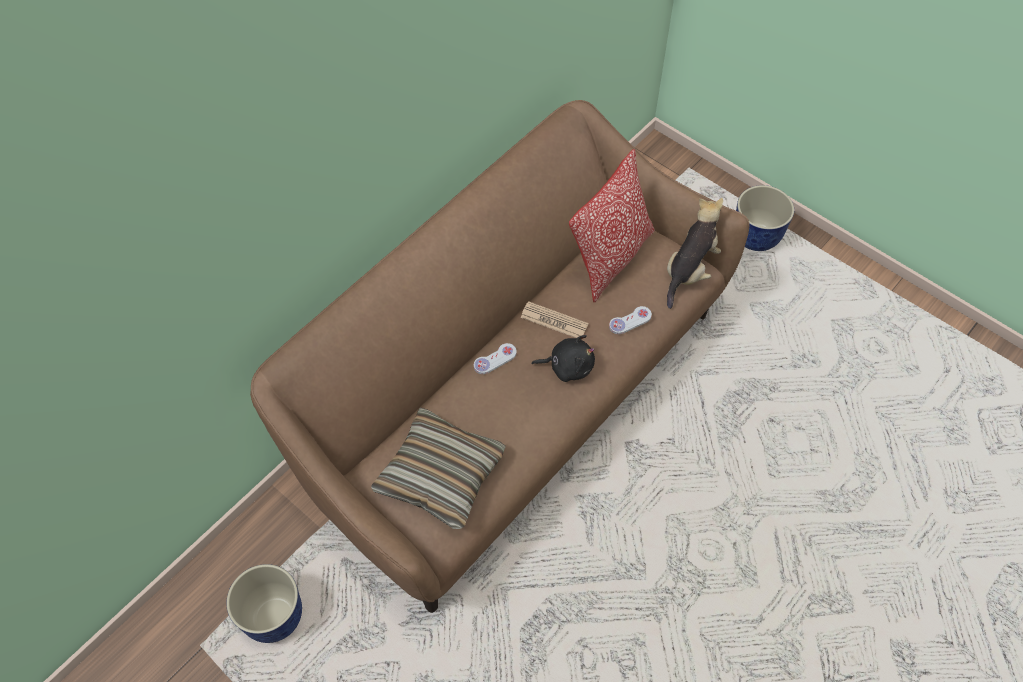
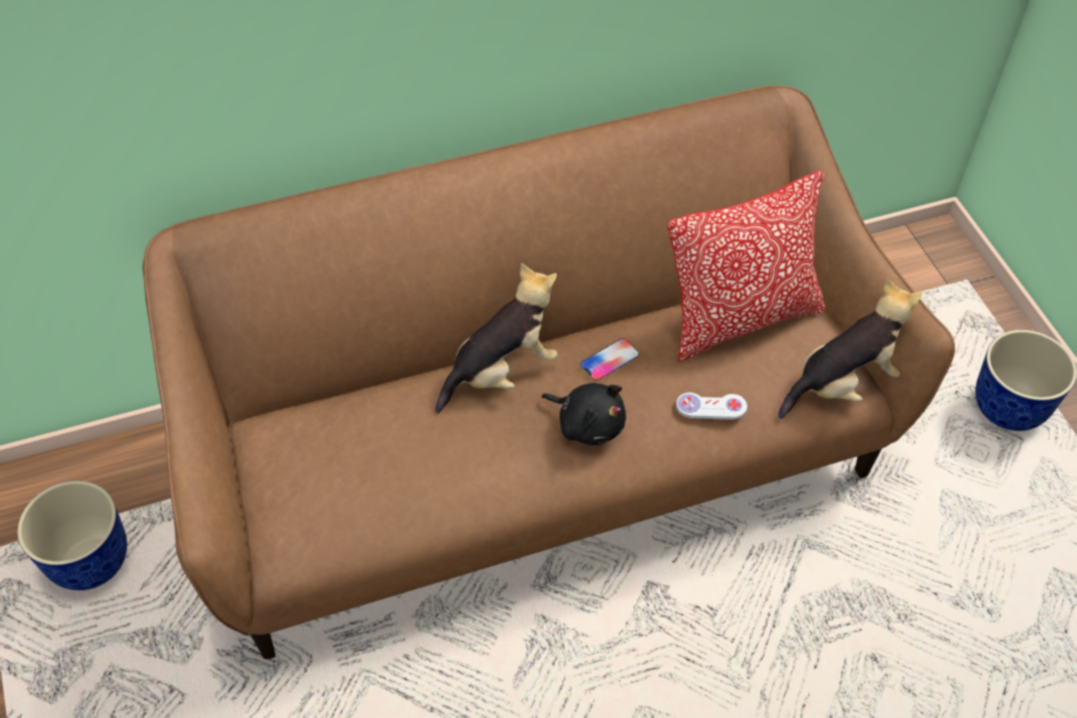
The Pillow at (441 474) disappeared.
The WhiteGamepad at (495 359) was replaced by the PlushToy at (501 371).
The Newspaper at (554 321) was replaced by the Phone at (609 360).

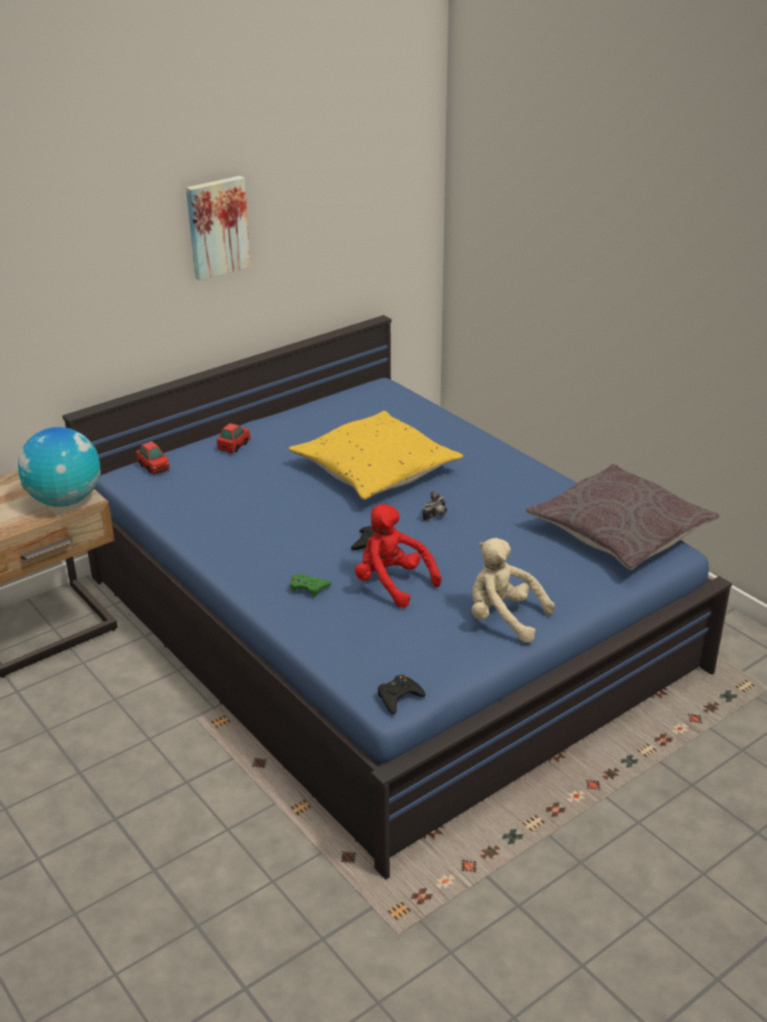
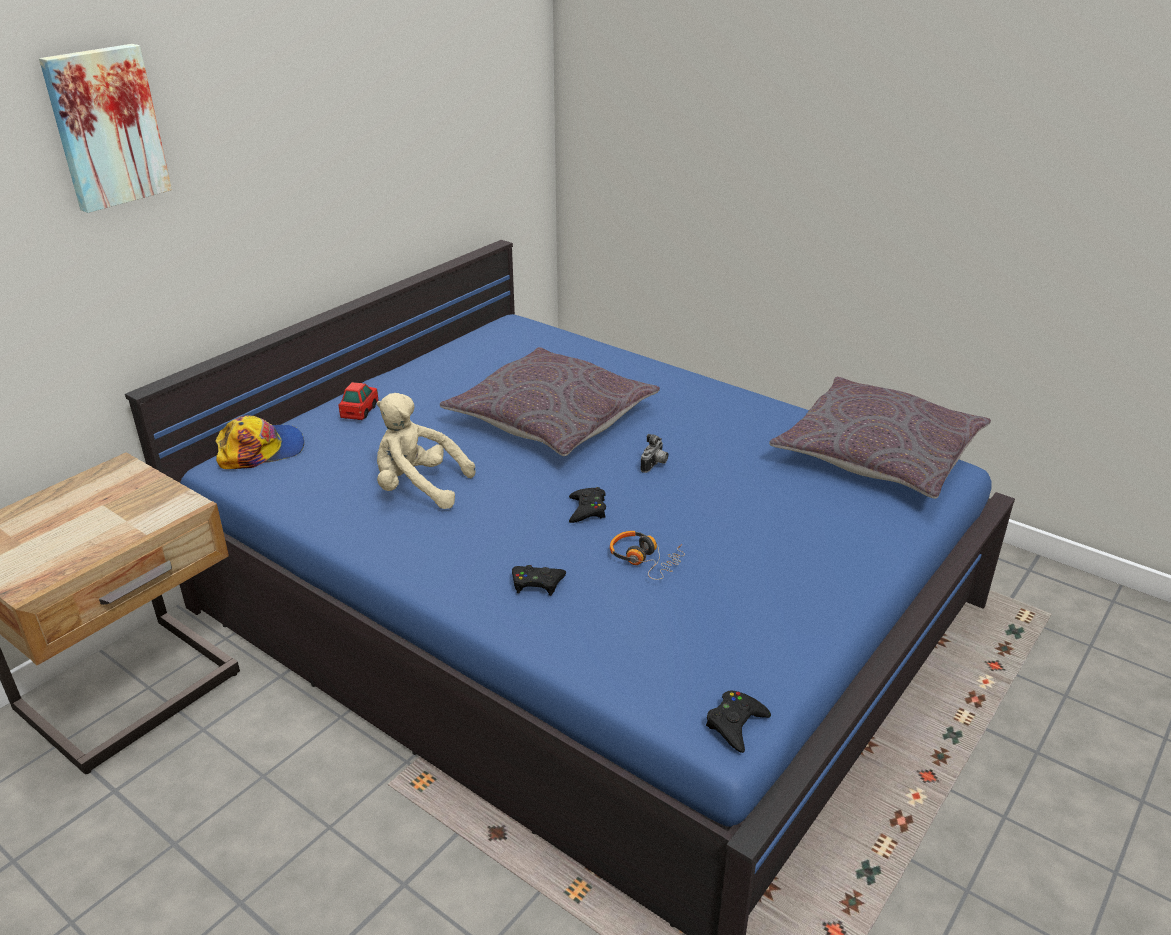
The DeskGlobe at (65 500) disappeared.
The MiniatureCar at (154 467) was replaced by the Cap at (261 450).
The WallPicture moved from (217 227) to (105 127).
The YellowPillow at (375 469) became the GreyPillow at (551 418).
The GreenGamepad at (308 588) became the BlackishGamepad at (537 583).
The RedPlushToy at (392 583) was replaced by the PairOfHeadphones at (645 560).
The SandColouredPlushToy moved from (503 618) to (418 488).

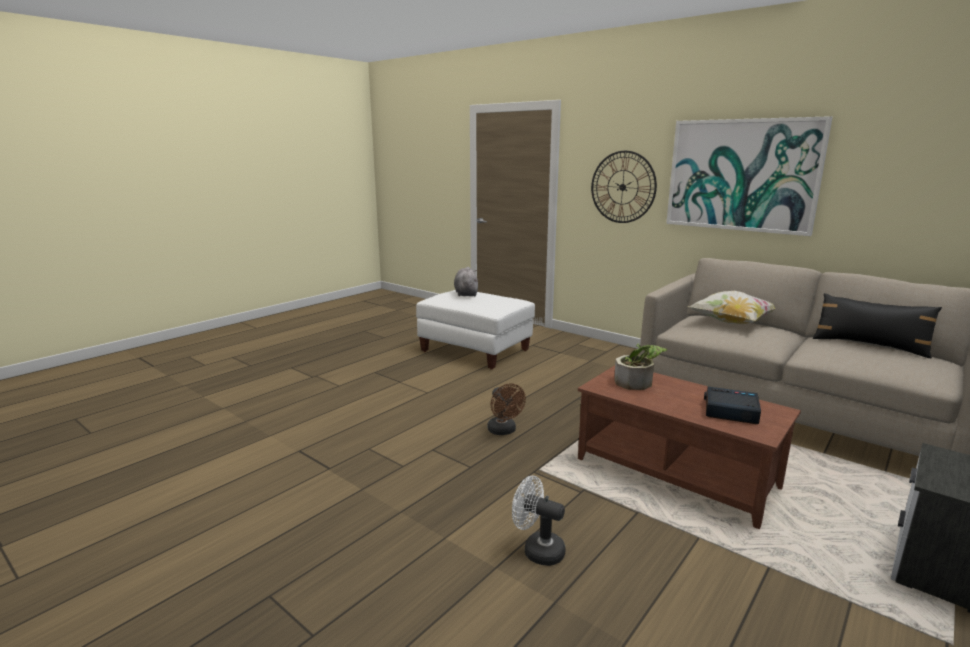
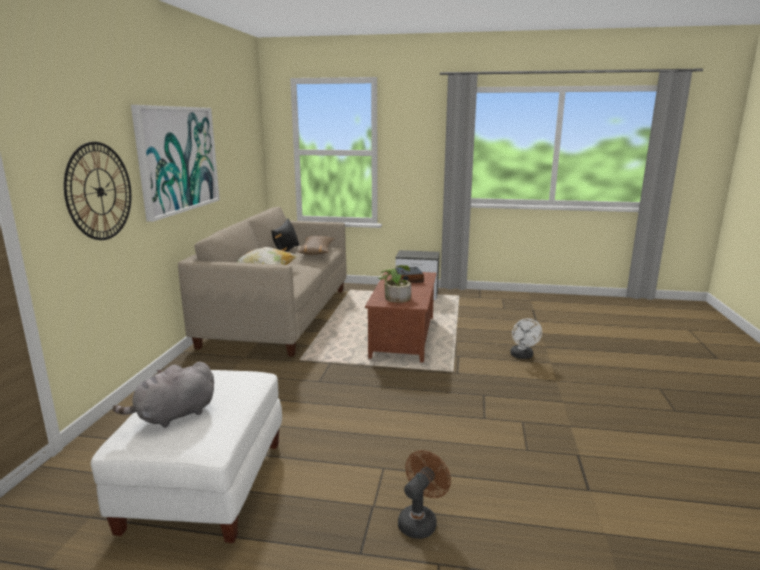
The BrownColouredFan moved from (504 431) to (420 520).
The BrownColouredPillow at (316 251) appeared.

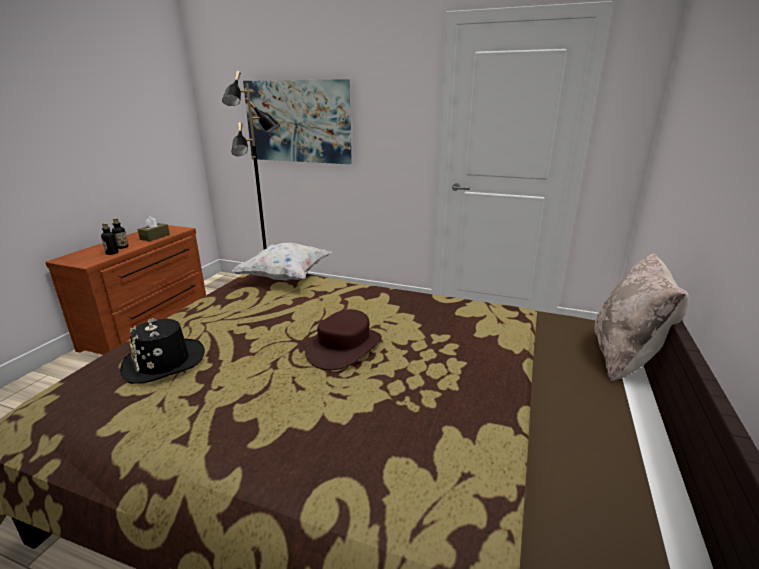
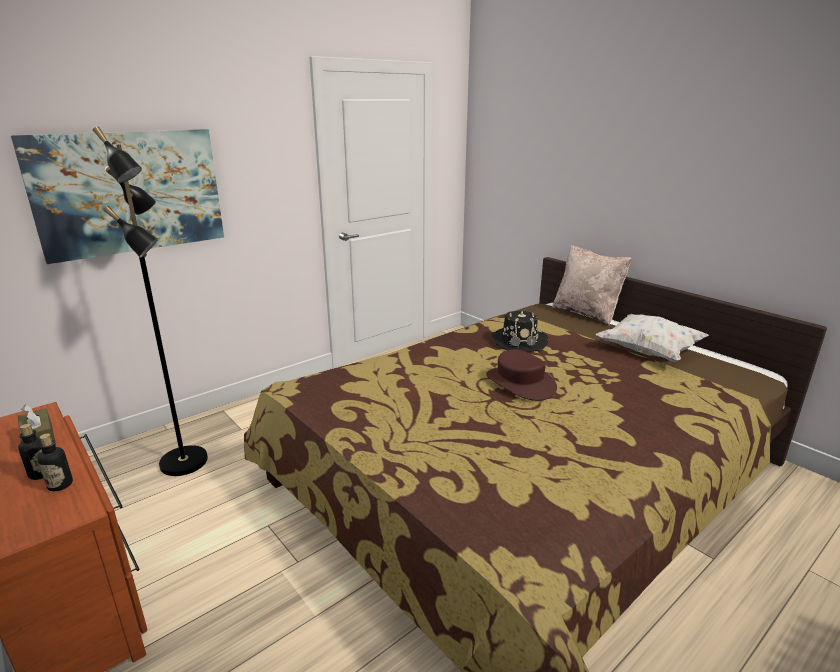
The BlackishHat moved from (164 362) to (519 341).
The WhitePillow moved from (286 277) to (648 352).

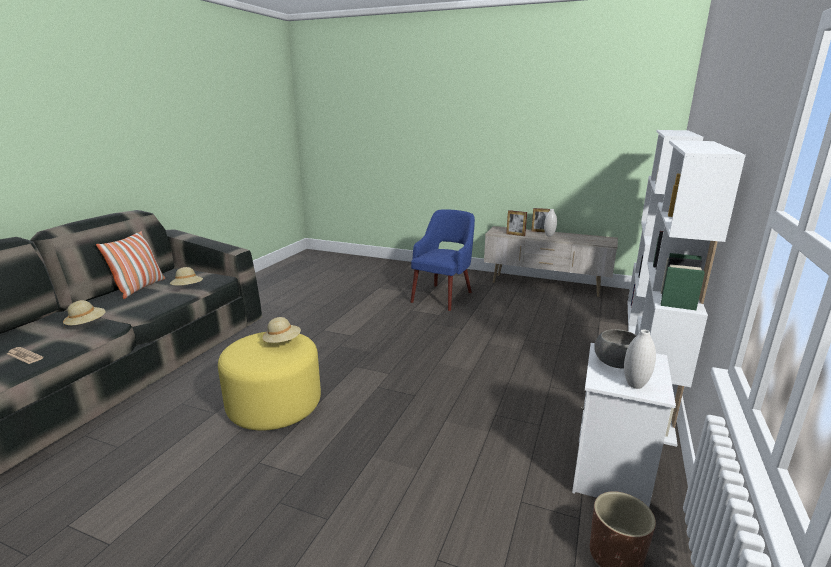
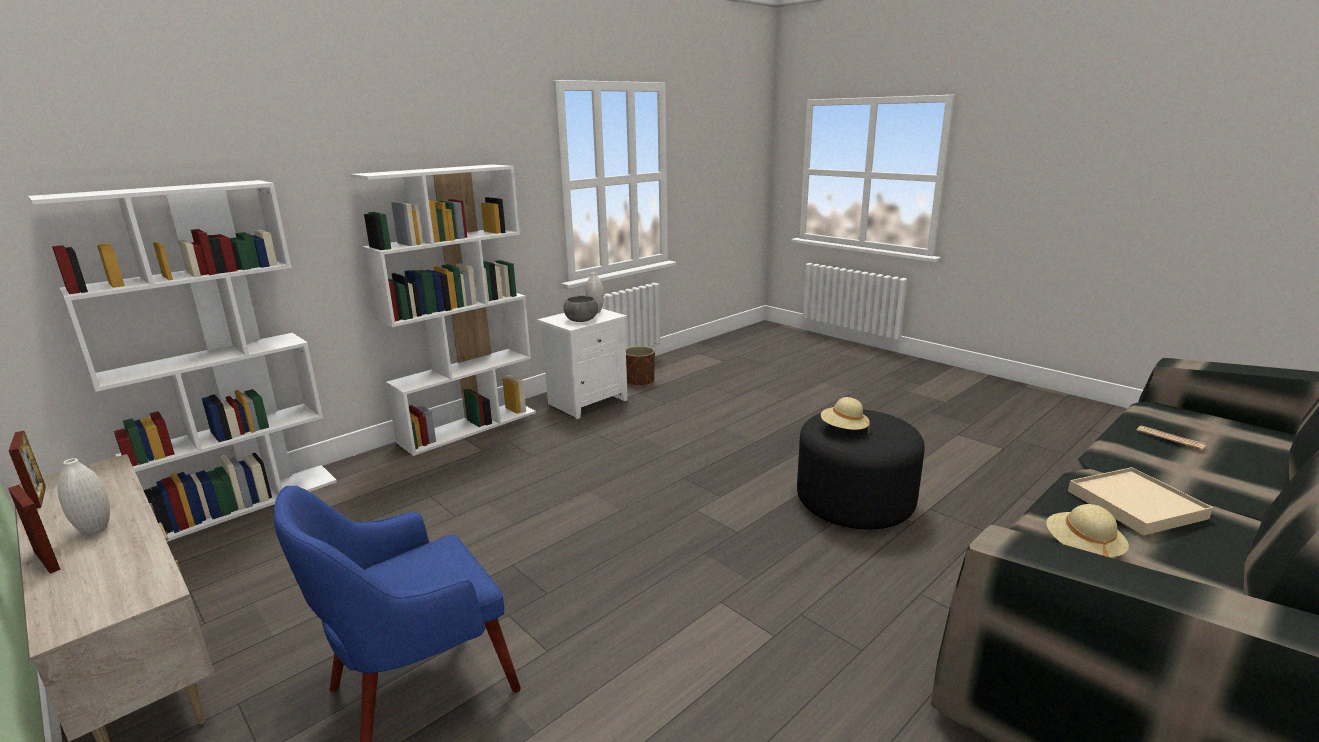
The SandColouredHat at (87 324) disappeared.
The Pillow at (139 288) disappeared.
The YellowOttoman at (274 405) became the BlackishOttoman at (855 502).
The StandingFrame moved from (515 234) to (39 497).
The SandColouredTray at (1135 505) appeared.

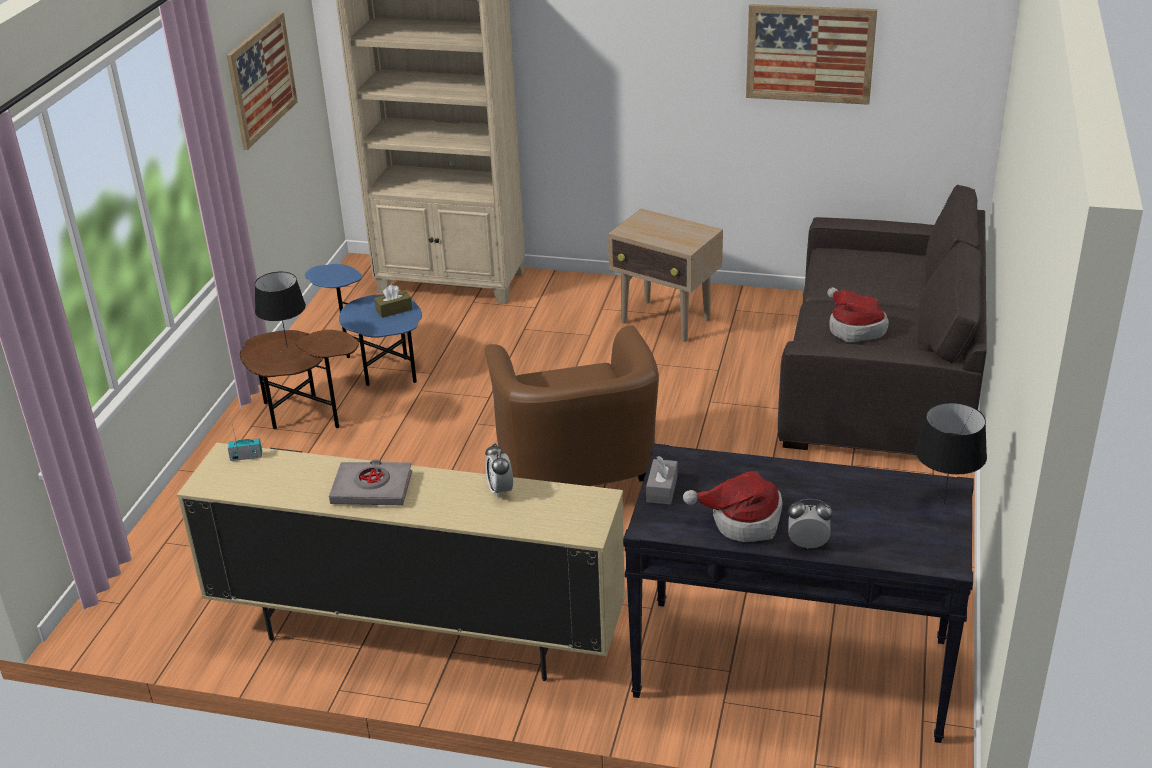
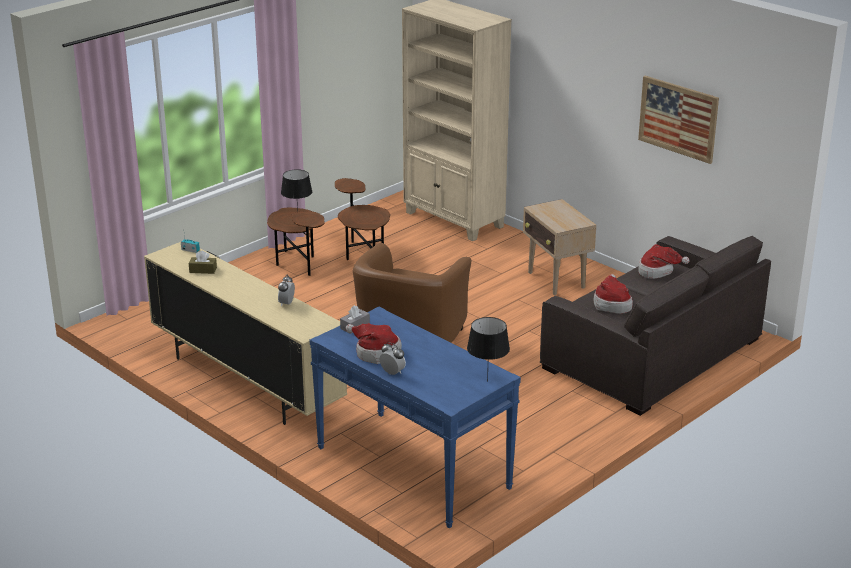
The WallPicture at (262 79) disappeared.
The BlueColouredAccentTable at (376 368) became the BrownColouredAccentTable at (361 252).
The GreyBoundBook at (372 489) disappeared.
The BrownColouredTissueBox moved from (394 310) to (203 270).
The BlackishConsoleTable at (790 668) became the BlueColouredConsoleTable at (412 467).
The Hat at (658 271) appeared.

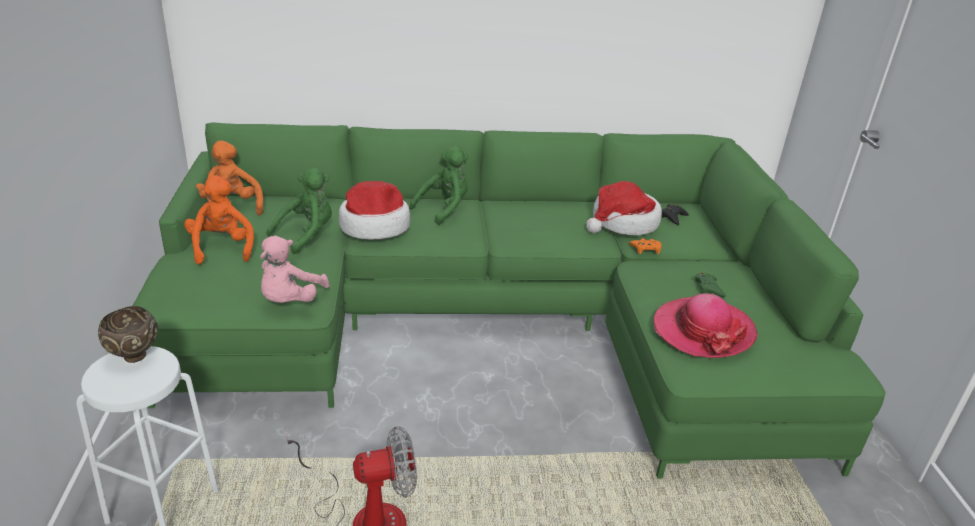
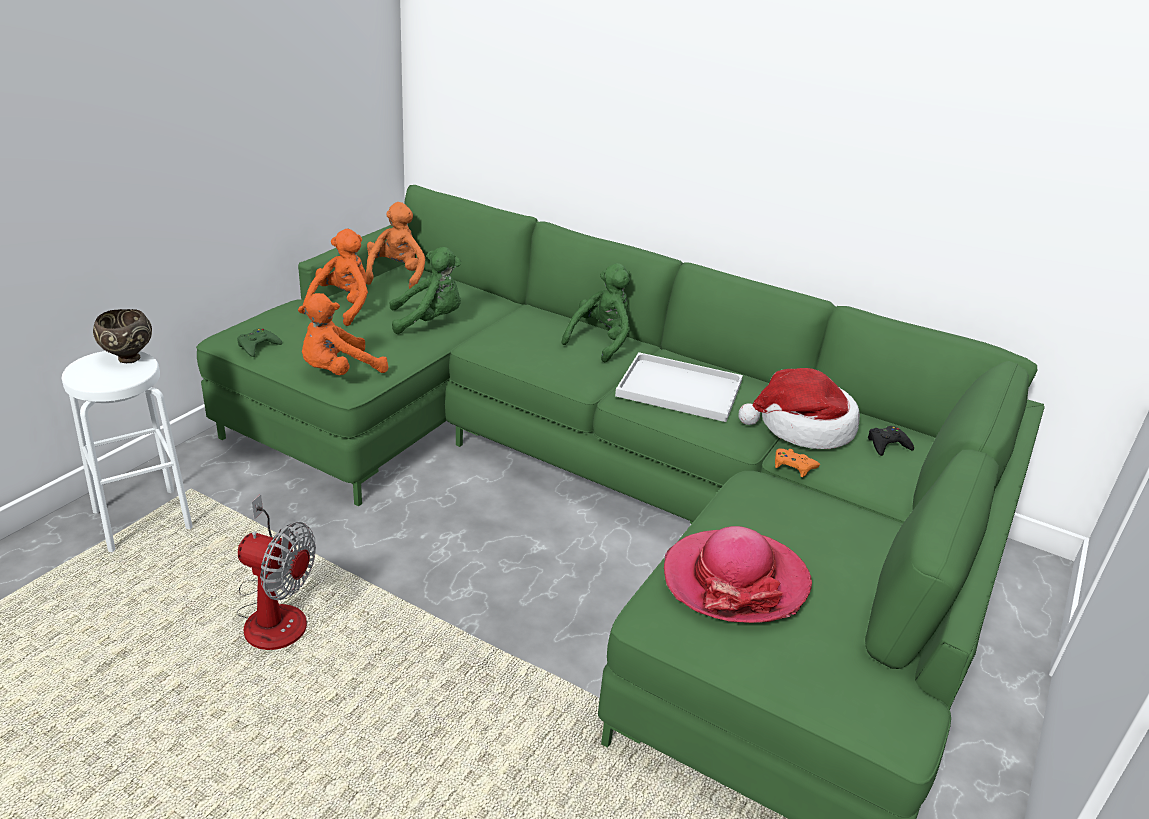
The PinkishPlushToy at (290 300) became the OrangePlushToy at (339 372).
The Hat at (374 225) disappeared.
The GreenPlushToy at (444 208) turned 45 degrees counterclockwise.
The GreenGamepad moved from (708 288) to (258 346).
The WhiteTray at (677 389) appeared.

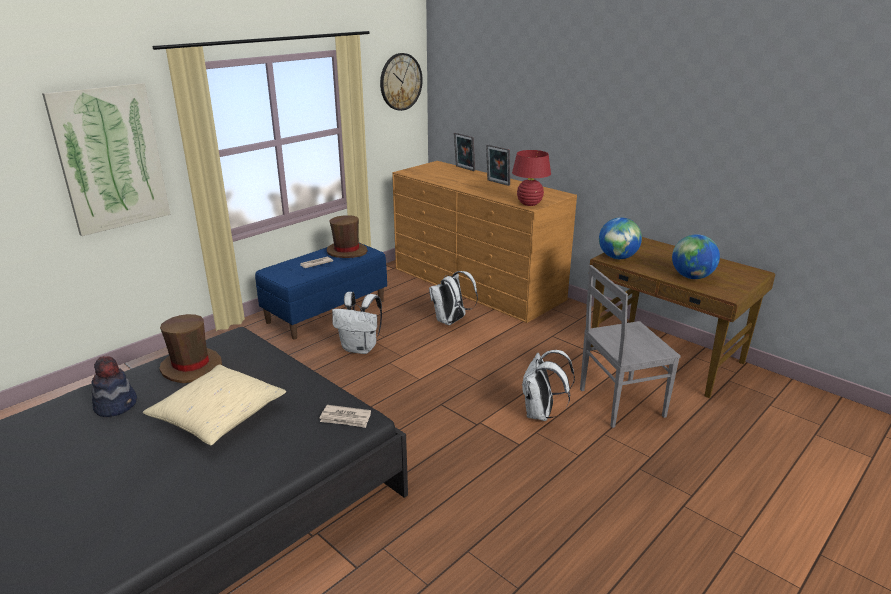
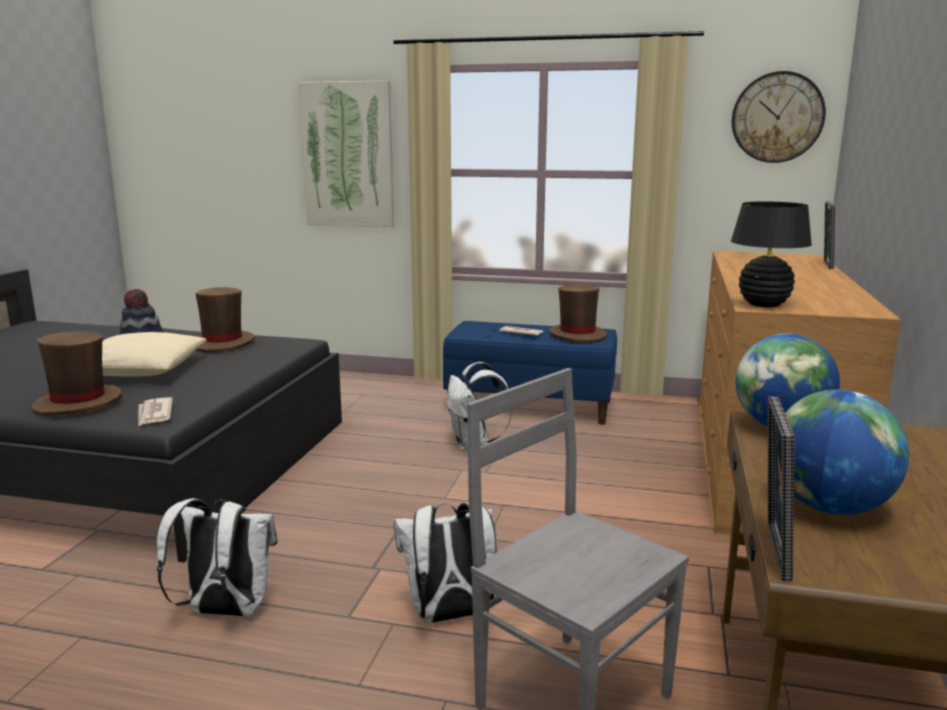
The WhiteRucksack moved from (451 321) to (225 611).
The StandingFrame moved from (497 183) to (771 550).
The RedLampForATable at (529 203) became the BlackishLampForATable at (764 304).
The BrownColouredHat at (78 403) appeared.

